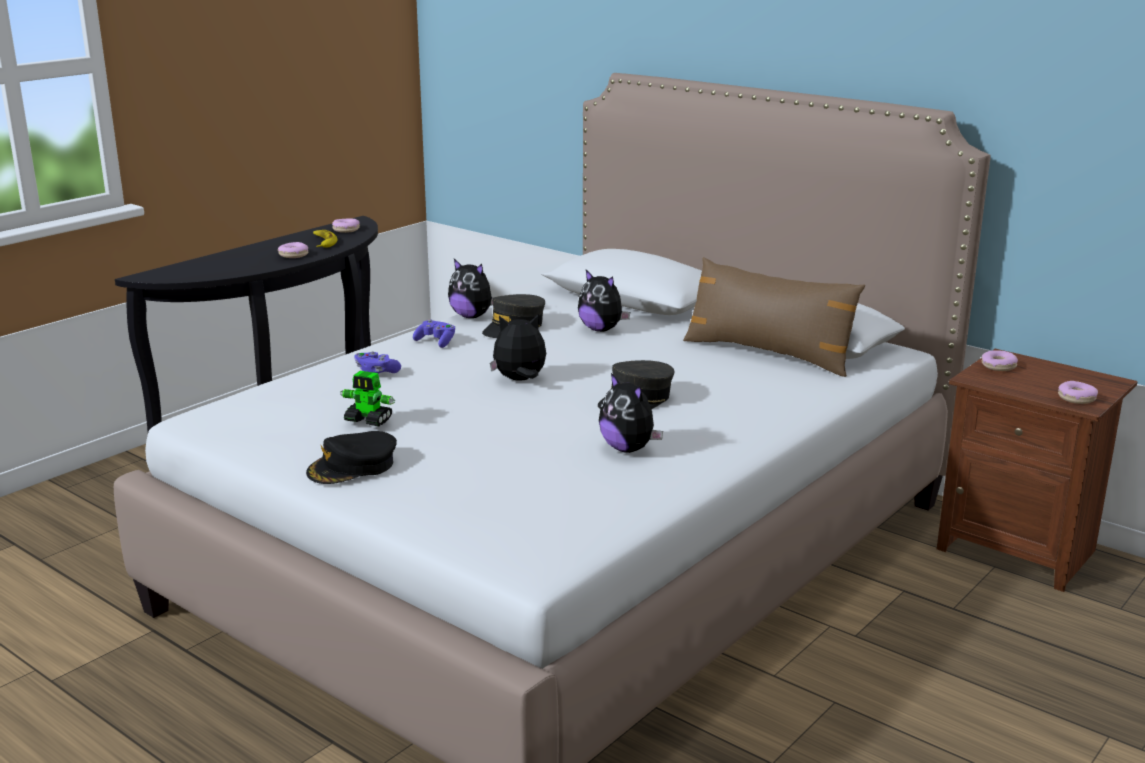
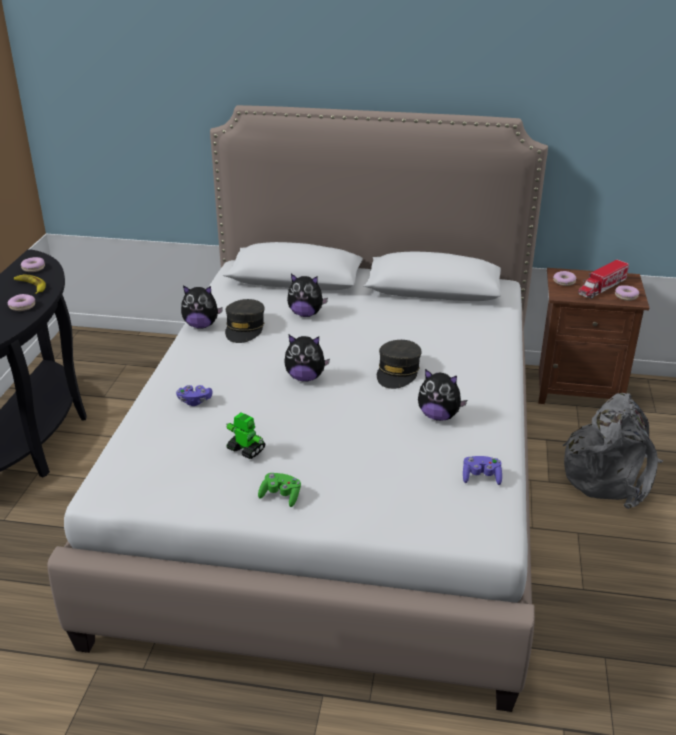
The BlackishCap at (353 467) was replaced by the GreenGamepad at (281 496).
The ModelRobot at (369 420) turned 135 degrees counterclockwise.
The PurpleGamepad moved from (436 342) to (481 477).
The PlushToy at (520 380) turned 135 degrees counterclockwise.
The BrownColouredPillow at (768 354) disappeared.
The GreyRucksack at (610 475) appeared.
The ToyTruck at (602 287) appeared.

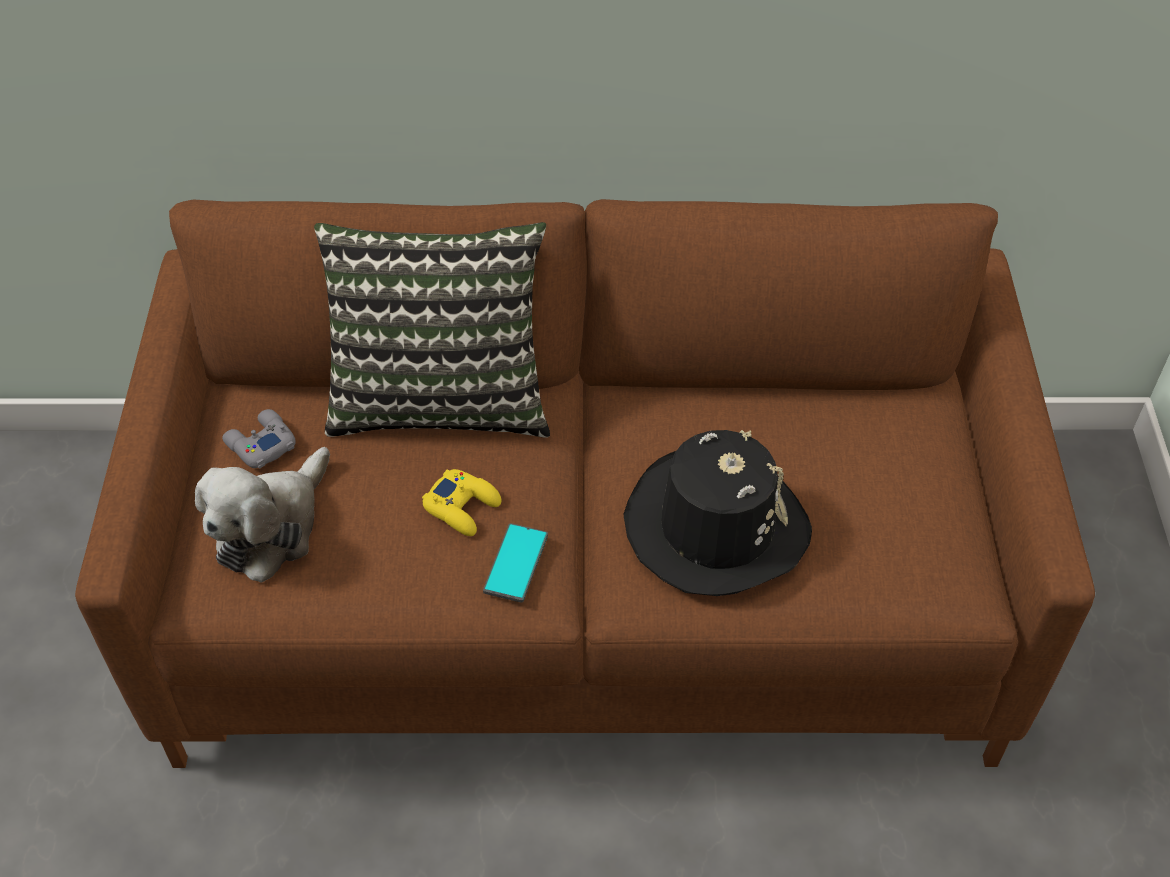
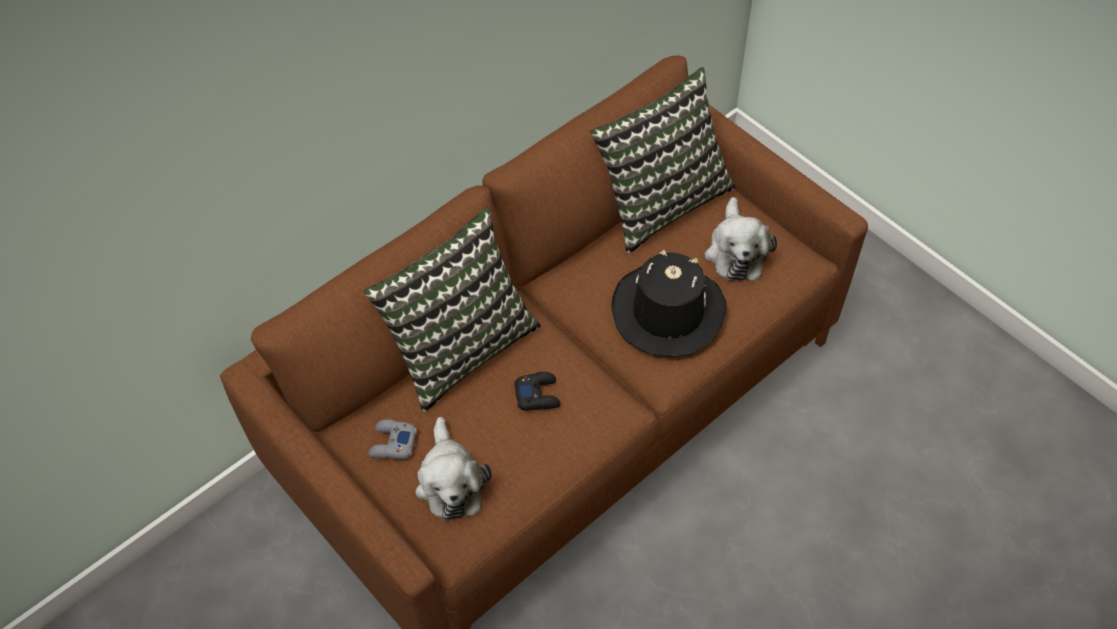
The YellowGamepad at (463 507) became the BlackishGamepad at (538 395).
The Phone at (516 563) disappeared.
The Pillow at (660 200) appeared.
The PlushToy at (736 251) appeared.

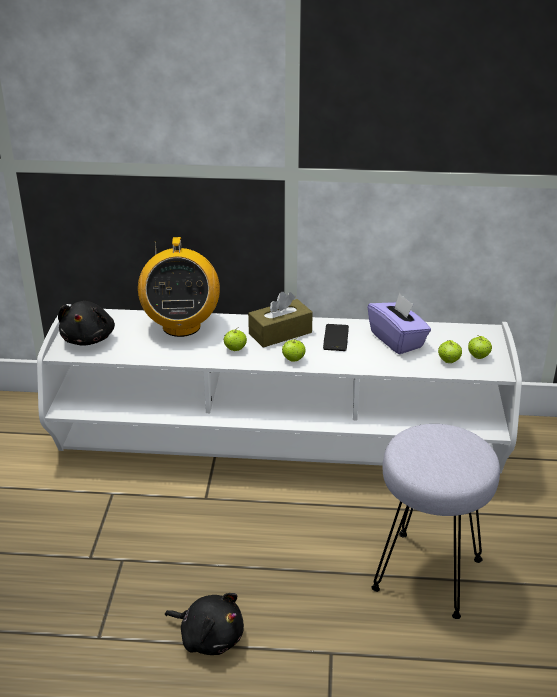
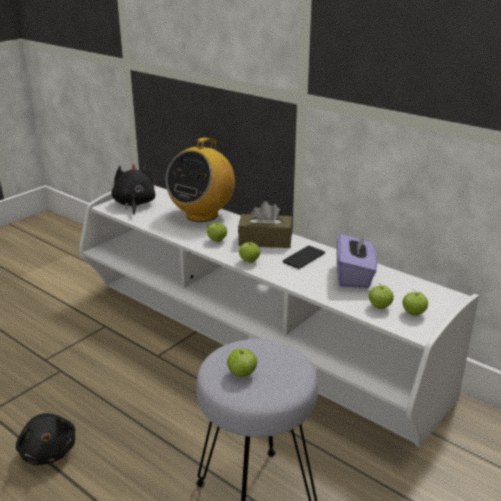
The BlackishPlushToy at (89 338) turned 135 degrees clockwise.
The WholeApple at (242 374) appeared.

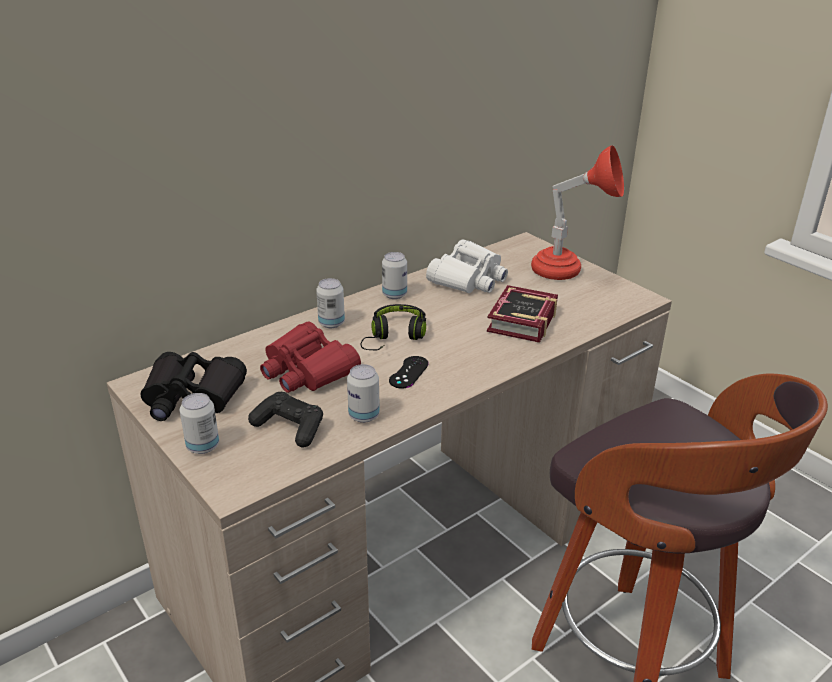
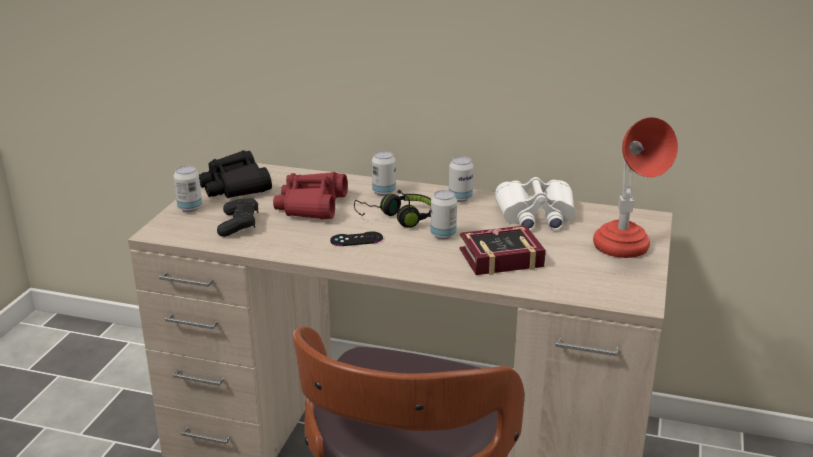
The SealedCan moved from (364 416) to (443 235).

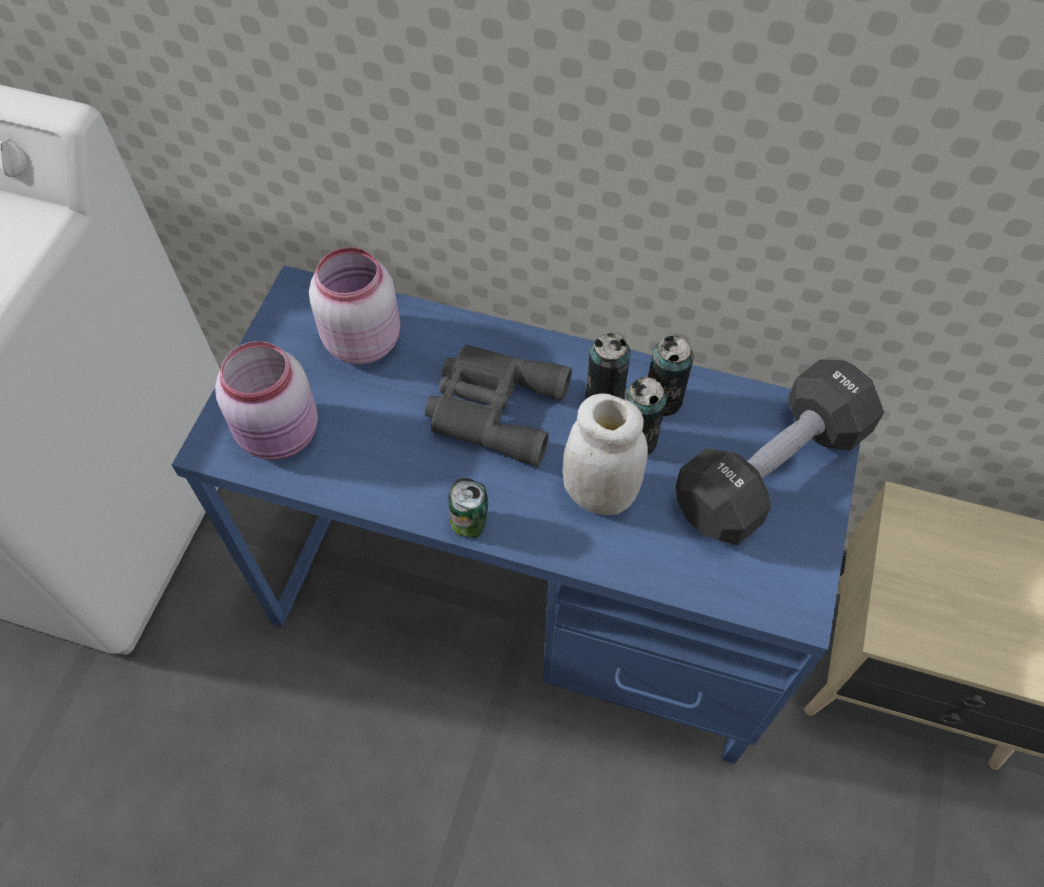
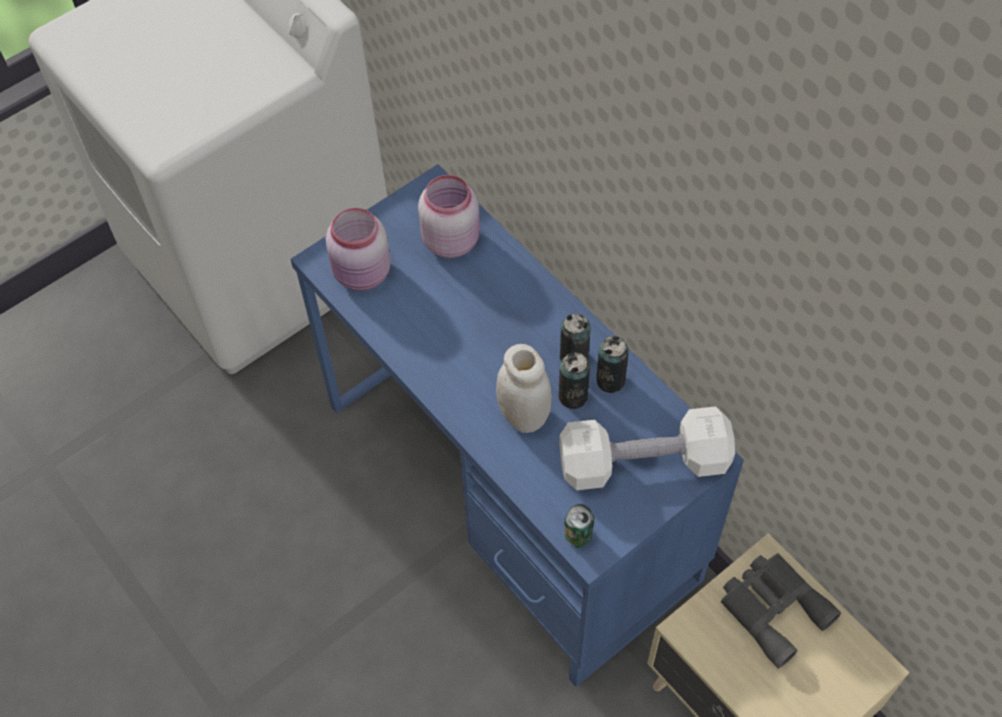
The GreyFieldGlasses moved from (493 408) to (772 607).
The SealedCan moved from (469 526) to (577 537).
The BlackishDumbbell at (770 470) became the WhiteDumbbell at (643 462).

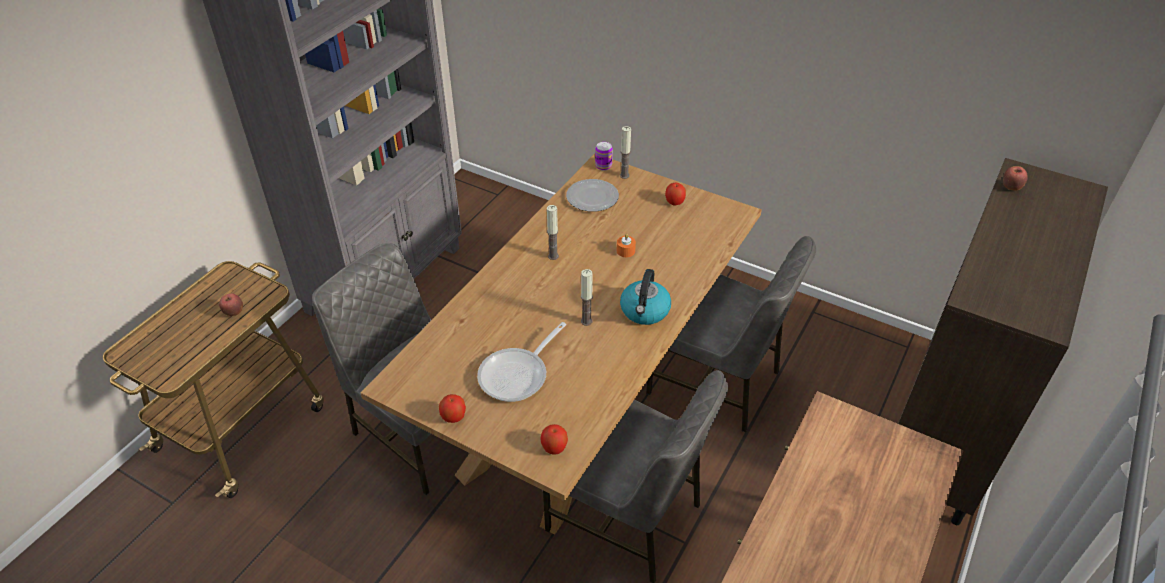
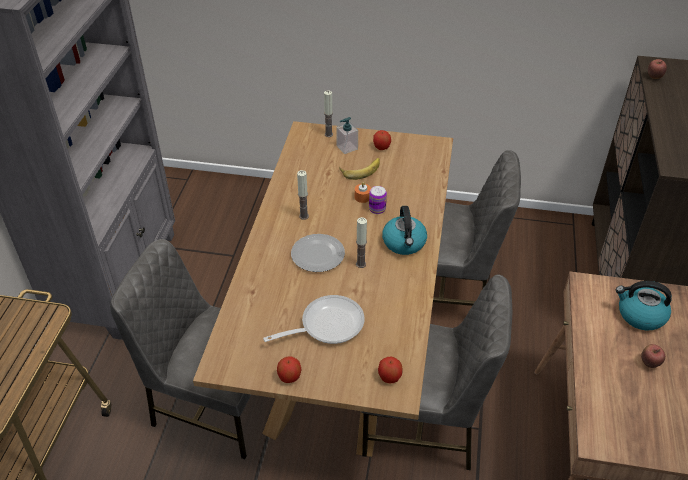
The WholeApple moved from (234 313) to (649 363).
The FryingPan at (518 375) turned 135 degrees counterclockwise.
The FlatDish moved from (592 198) to (317 255).
The SealedCan moved from (603 166) to (377 209).
The SoapBottle at (347 147) appeared.
The BananaFruit at (360 169) appeared.
The Kettle at (640 315) appeared.

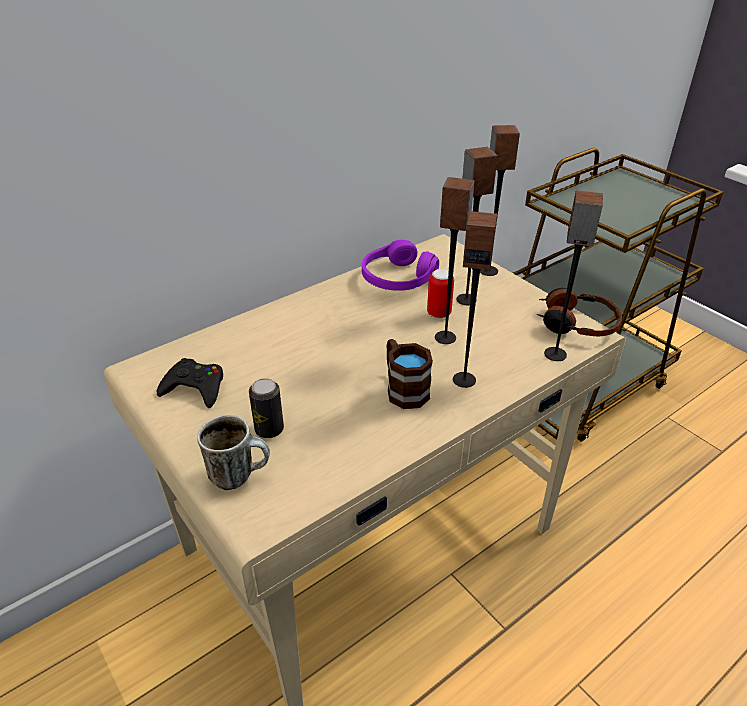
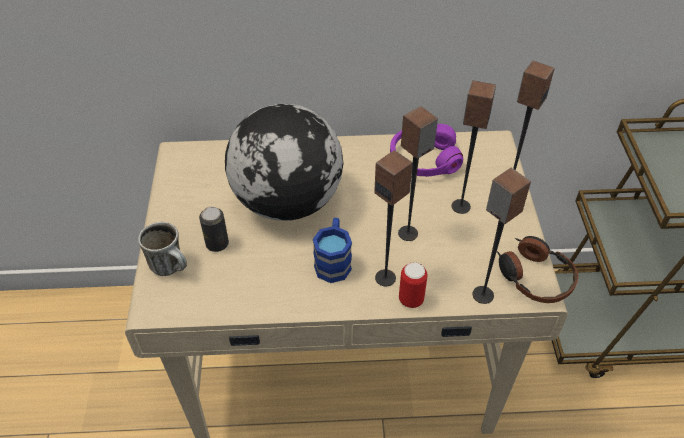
The BlackishGamepad at (195 388) disappeared.
The BrownColouredCoffeeMug at (403 388) became the BlueColouredCoffeeMug at (333 261).
The SealedCan moved from (439 313) to (411 299).
The DeskGlobe at (288 202) appeared.

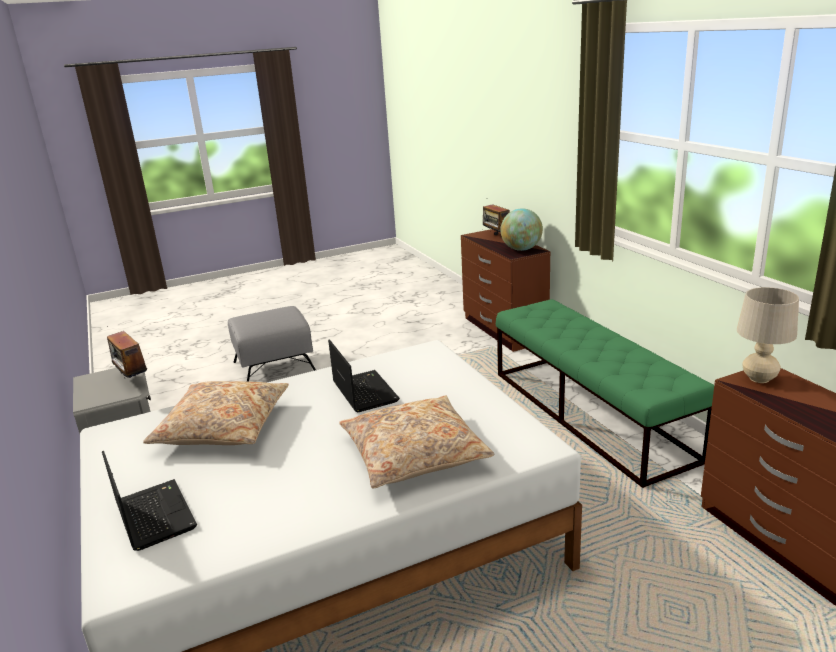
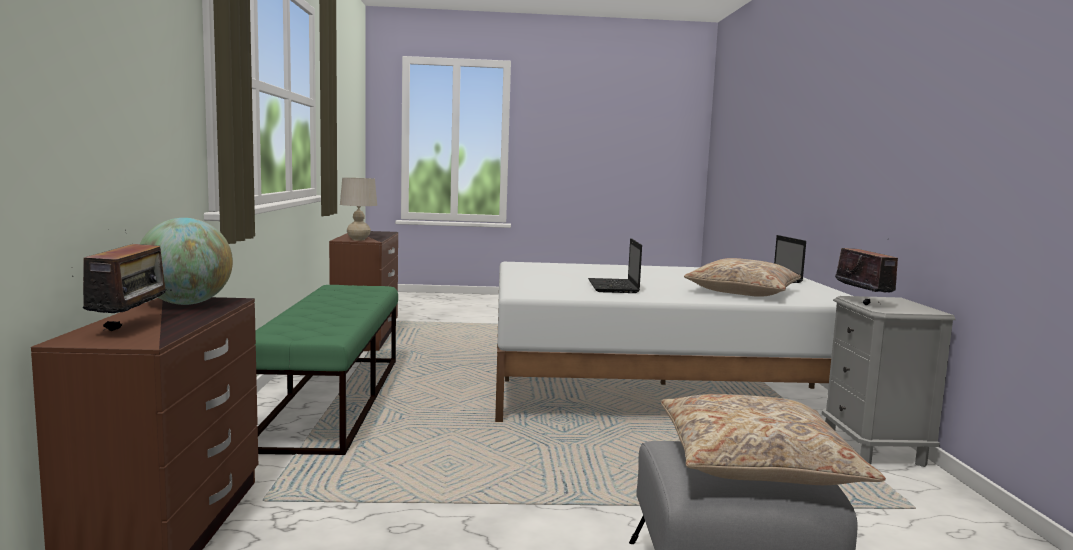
The SandColouredPillow moved from (414 454) to (756 462).

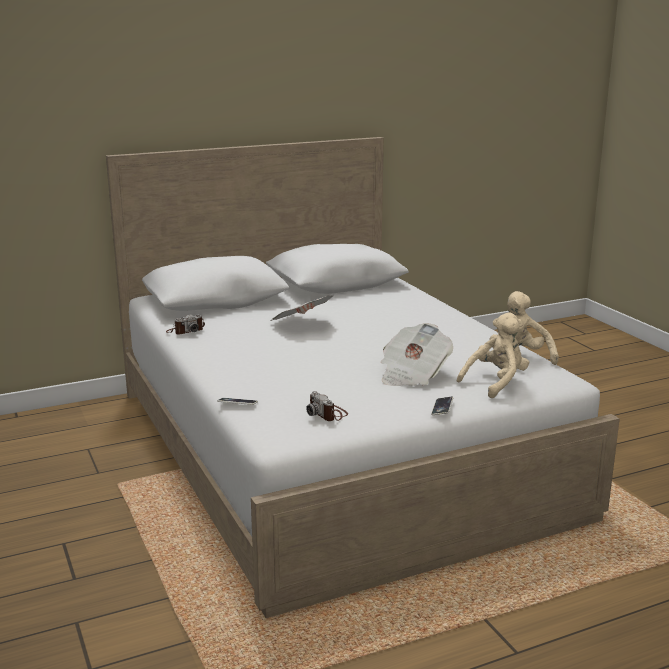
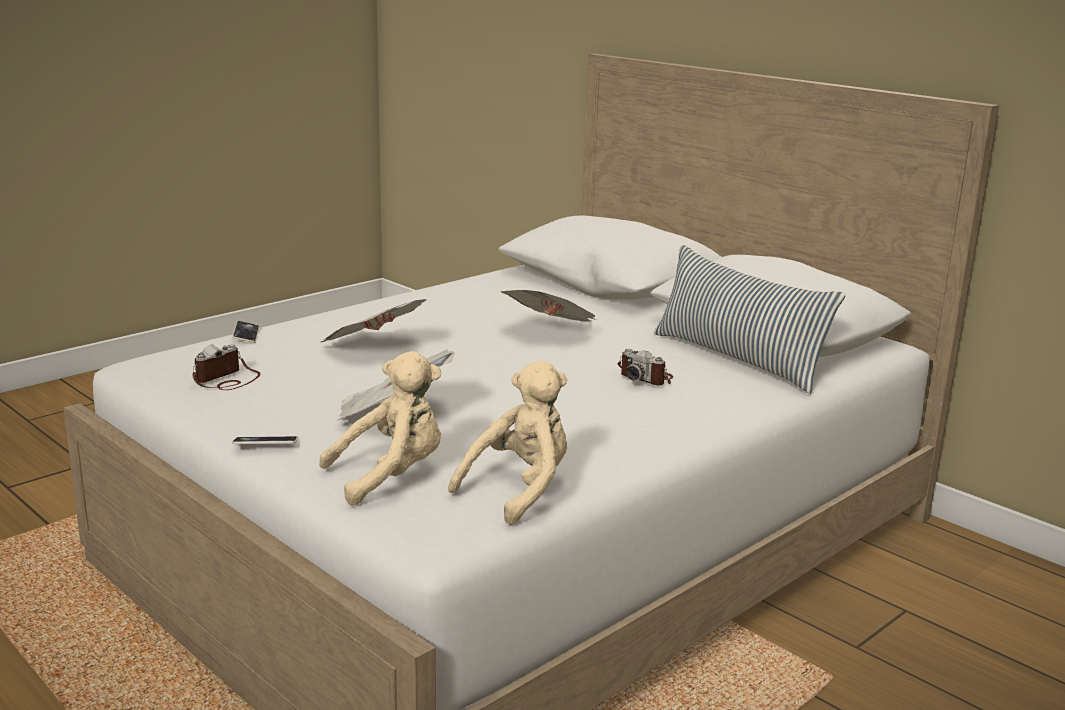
The StillCamera moved from (185 331) to (646 378).
The SandColouredPlushToy at (494 382) turned 60 degrees counterclockwise.
The Newspaper at (373 348) appeared.
The Pillow at (737 359) appeared.

